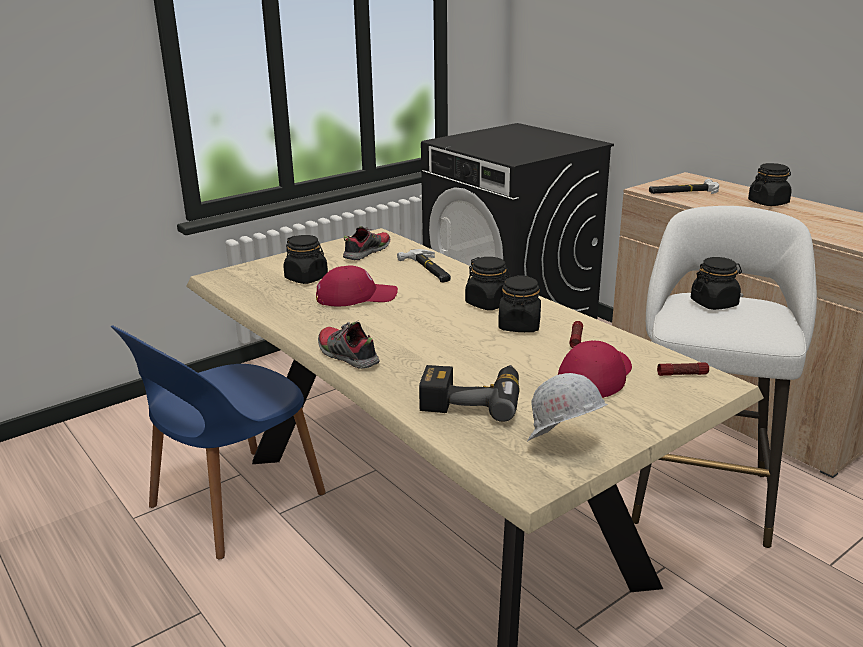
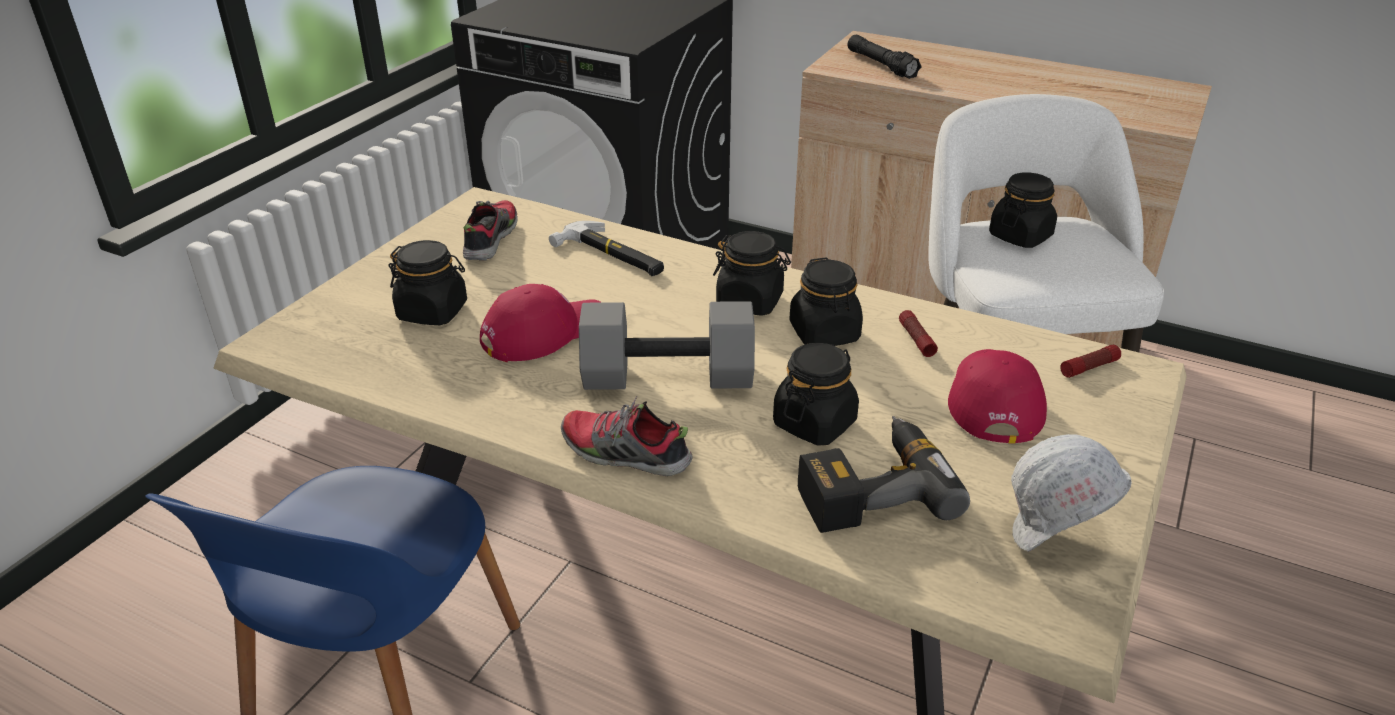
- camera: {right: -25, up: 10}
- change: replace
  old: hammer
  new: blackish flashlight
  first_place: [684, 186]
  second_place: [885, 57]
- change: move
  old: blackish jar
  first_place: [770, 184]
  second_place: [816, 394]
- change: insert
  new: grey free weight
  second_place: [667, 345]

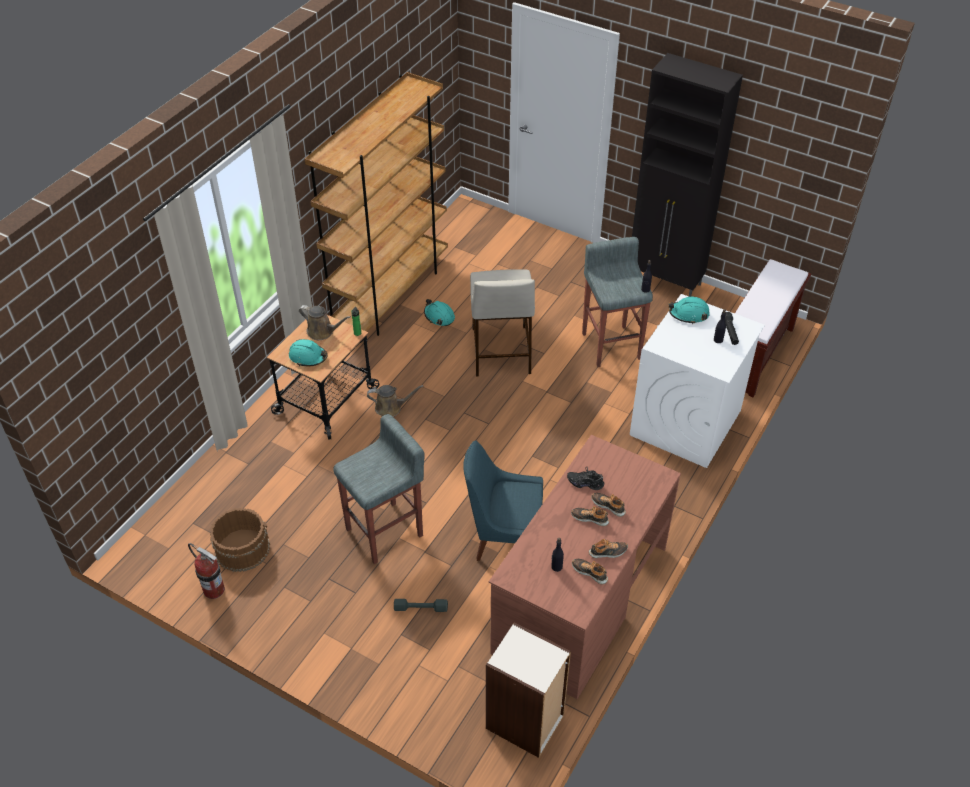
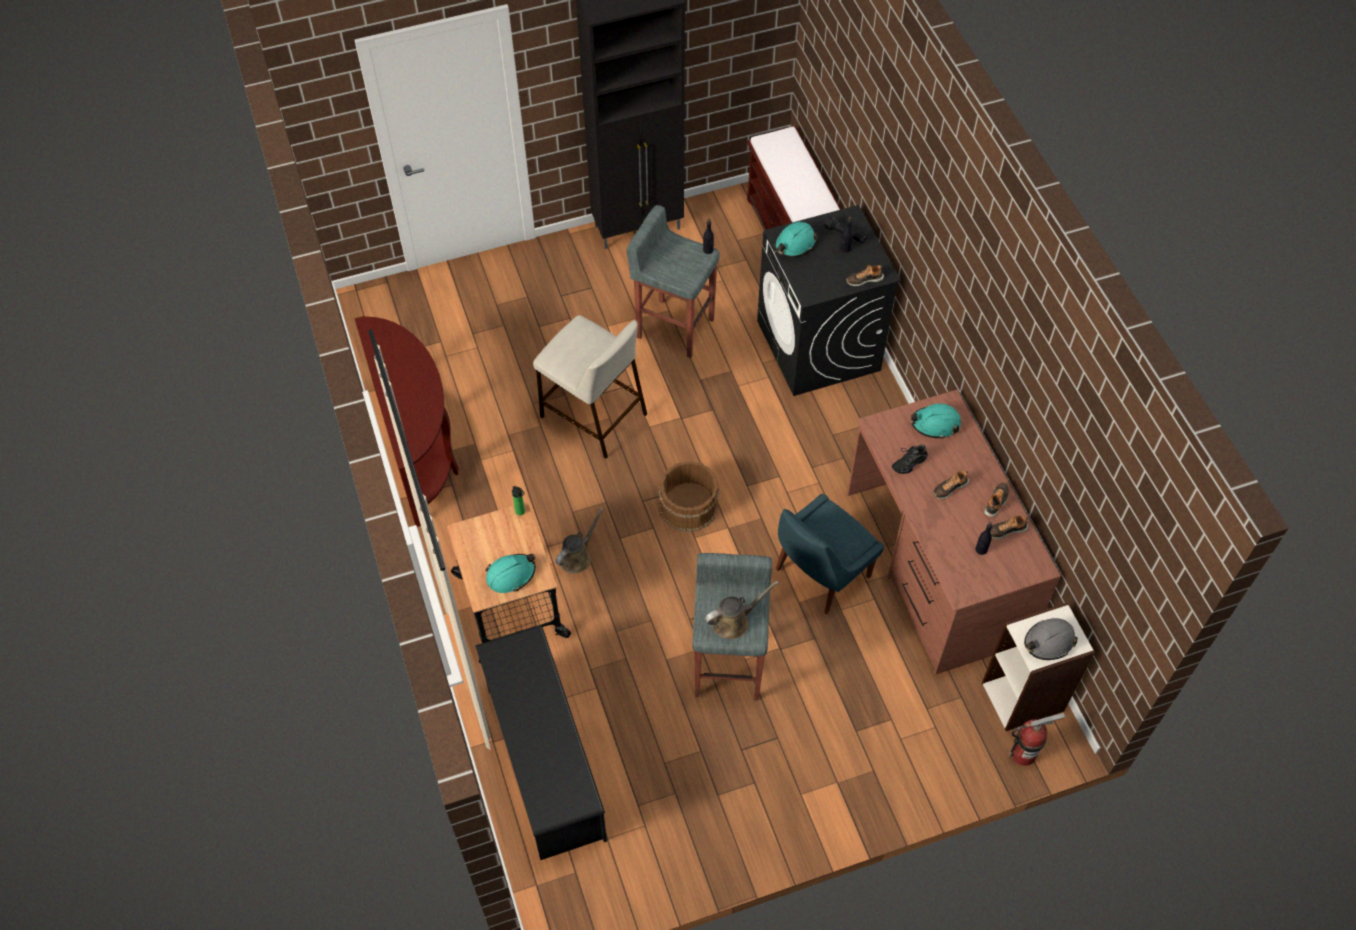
- camera: {right: -50, up: 10}
- change: move
  old: fire-fighting cylinder
  first_place: [206, 571]
  second_place: [1036, 739]
- change: move
  old: brownish pail
  first_place: [240, 540]
  second_place: [689, 496]
- change: move
  old: brownish watering pot
  first_place: [325, 322]
  second_place: [742, 610]
- change: replace
  old: brownish bookcase
  new: brownish console table
  first_place: [376, 204]
  second_place: [407, 421]
- change: delete
  old: grey free weight
  first_place: [421, 605]
- change: move
  old: turquoise-coloured hard hat
  first_place: [439, 312]
  second_place: [936, 421]
- change: move
  old: low shoe
  first_place: [608, 505]
  second_place: [865, 275]
- change: recolor
  old: white-coloured laundry machine
  new: blackish laundry machine
  first_place: [697, 381]
  second_place: [829, 300]
- change: insert
  new: blackish shoe shelf
  second_place: [541, 742]
- change: insert
  new: grey hard hat
  second_place: [1051, 639]

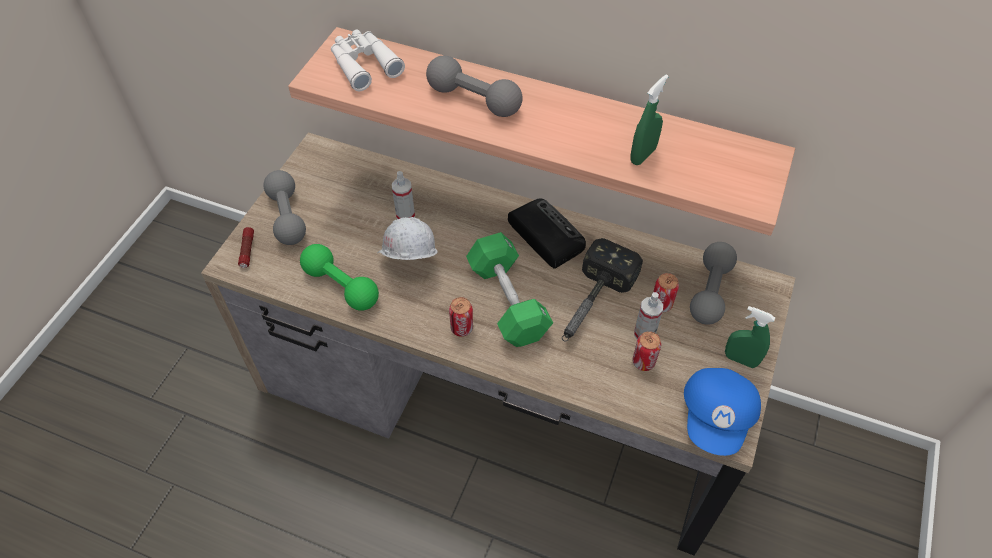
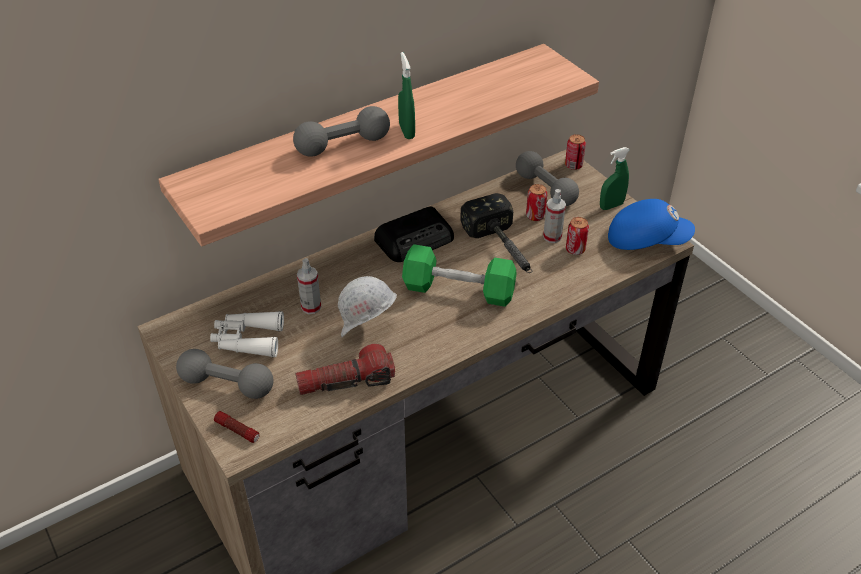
- camera: {right: -55, up: -10}
- change: replace
  old: green-coloured free weight
  new: flashlight
  first_place: [339, 277]
  second_place: [345, 369]
- change: move
  old: white-coloured pair of binoculars
  first_place: [368, 60]
  second_place: [247, 334]
- change: move
  old: can
  first_place: [461, 317]
  second_place: [575, 152]
- change: rotate
  old: radio receiver
  first_place: [547, 233]
  second_place: [414, 234]
  degrees: 150
- change: move
  old: green-coloured spray bottle
  first_place: [649, 119]
  second_place: [406, 95]
- change: rotate
  old: bluish baseball cap
  first_place: [722, 412]
  second_place: [651, 224]
  degrees: -45

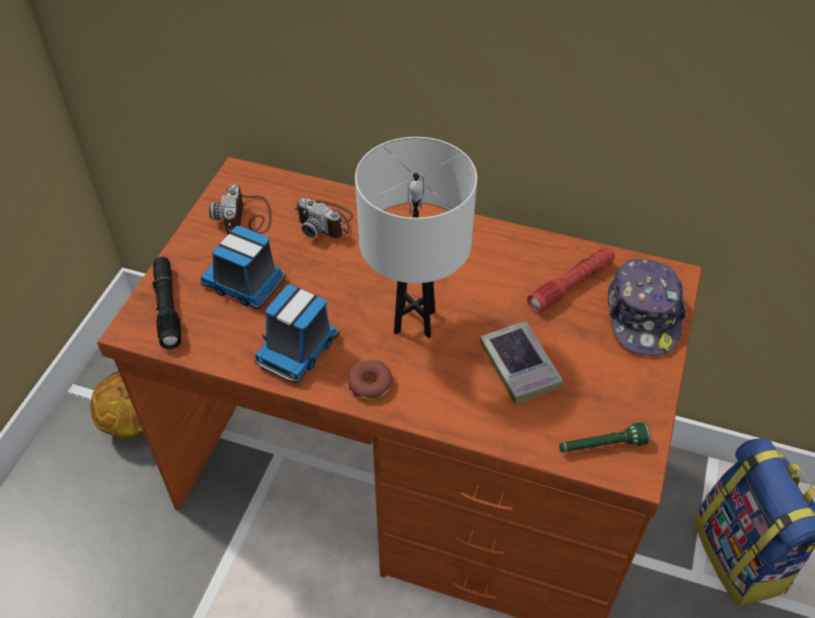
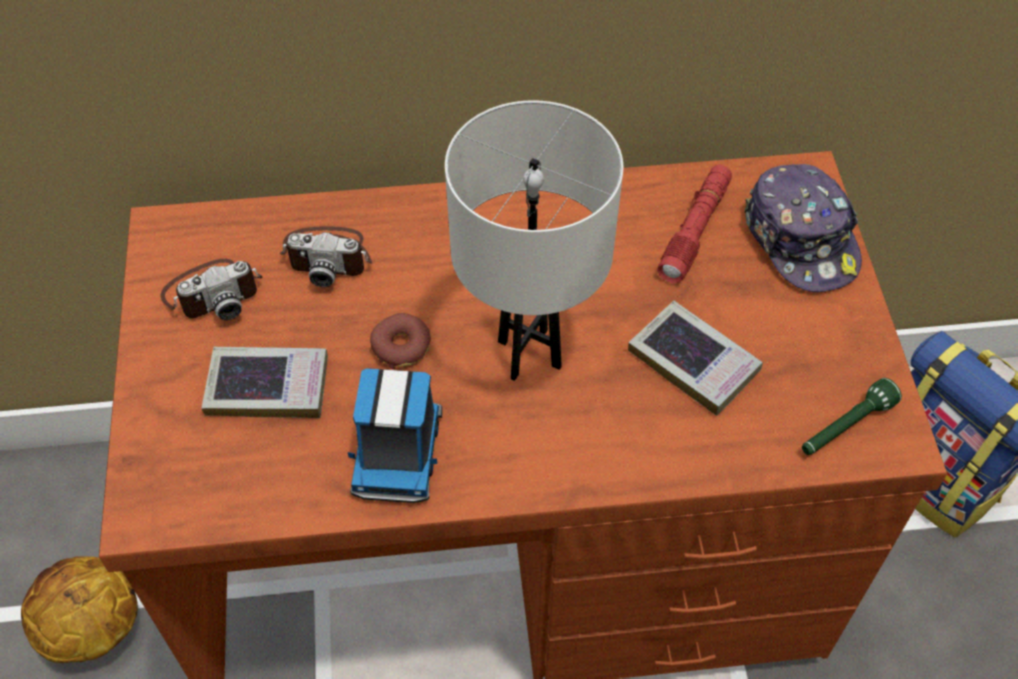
- camera: {right: -25, up: 5}
- change: delete
  old: blackish flashlight
  first_place: [166, 303]
- change: replace
  old: toy lorry
  new: bound book
  first_place: [243, 267]
  second_place: [264, 382]
- change: rotate
  old: still camera
  first_place: [240, 209]
  second_place: [211, 289]
  degrees: -90
- change: move
  old: doughnut
  first_place: [370, 380]
  second_place: [400, 341]

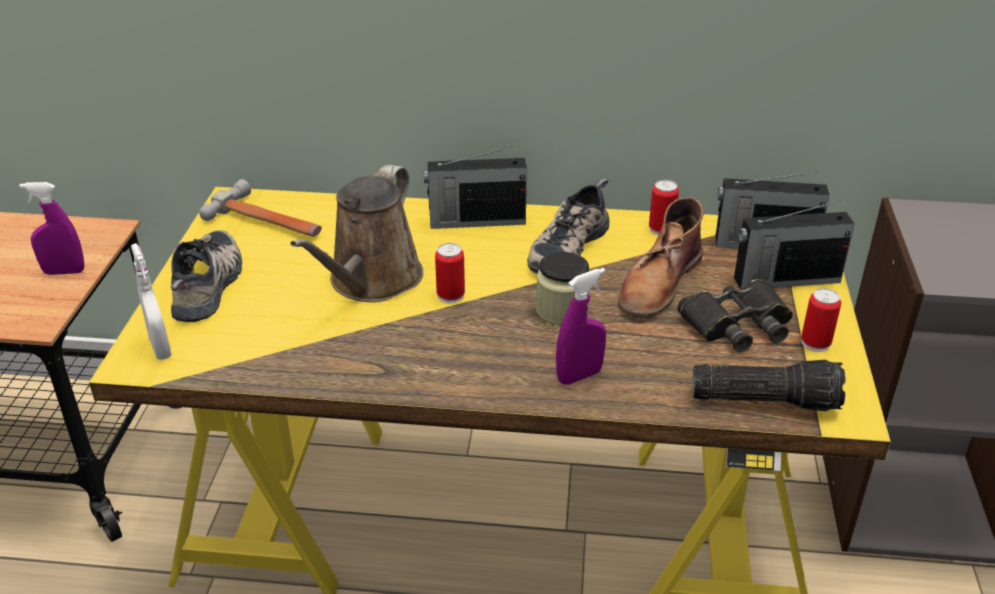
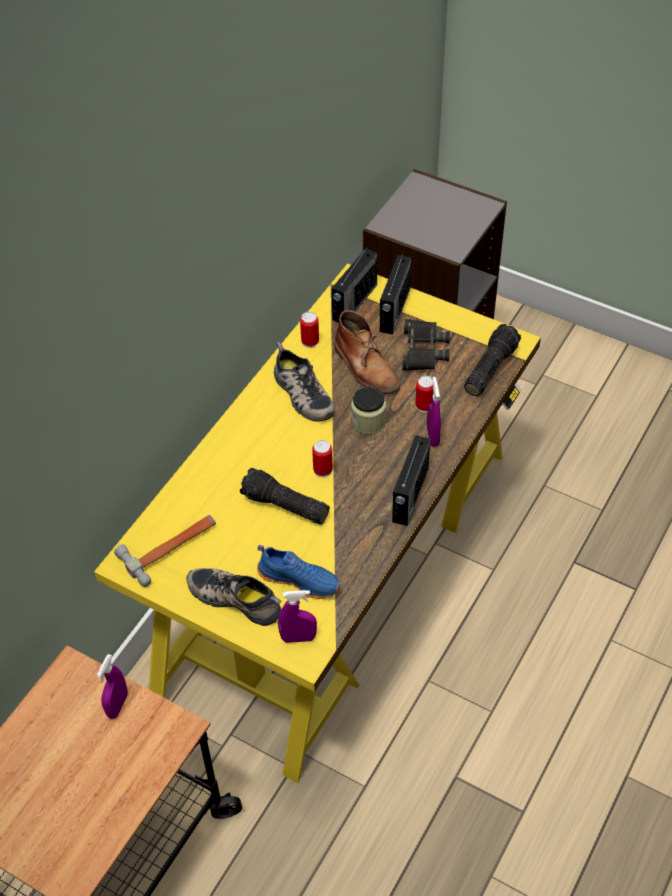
- camera: {right: -65, up: 15}
- change: recolor
  old: white-coloured spray bottle
  new: purple-coloured spray bottle
  first_place: [151, 301]
  second_place: [297, 616]
- change: replace
  old: brownish watering pot
  new: flashlight
  first_place: [356, 233]
  second_place: [285, 496]
- change: move
  old: radio receiver
  first_place: [475, 187]
  second_place: [411, 480]
- change: move
  old: can
  first_place: [821, 320]
  second_place: [424, 394]
- change: insert
  new: bluish low shoe
  second_place: [298, 572]

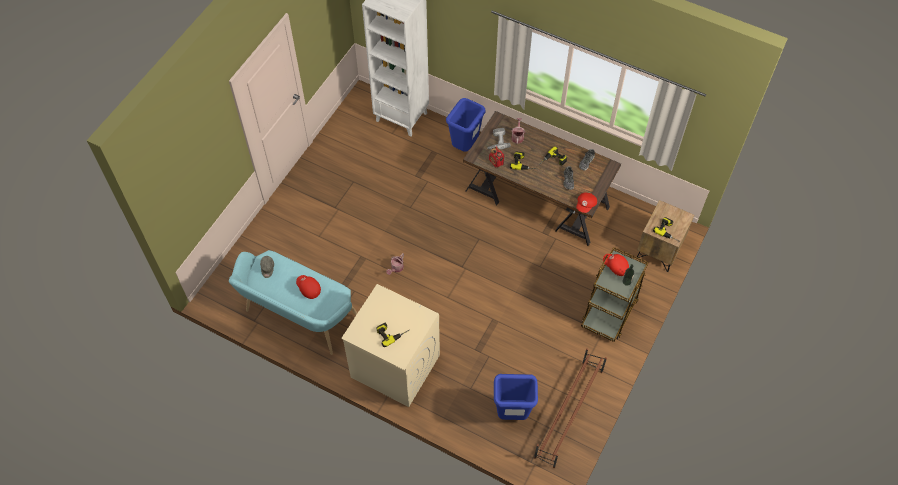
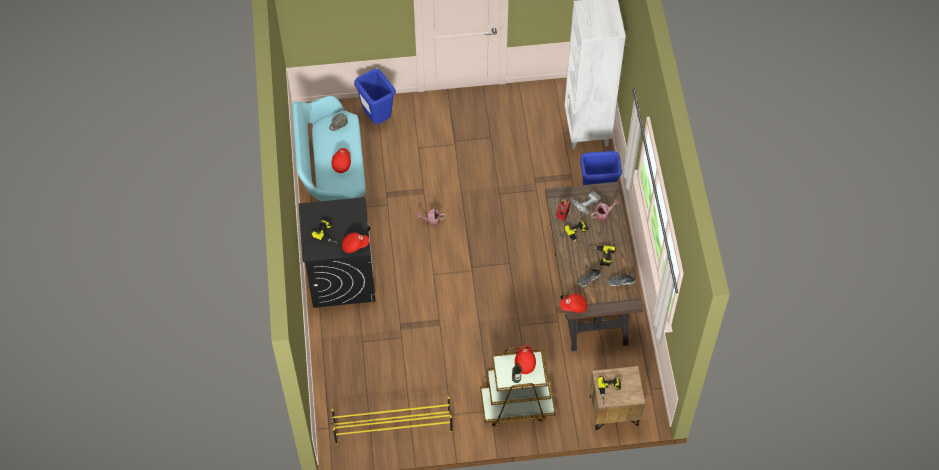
- camera: {right: 55, up: 0}
- change: recolor
  old: sand-coloured laundry machine
  new: blackish laundry machine
  first_place: [390, 345]
  second_place: [337, 252]
- change: move
  old: bluish waste bin
  first_place: [516, 397]
  second_place: [375, 96]
- change: recolor
  old: brownish shoe shelf
  new: yellowish shoe shelf
  first_place: [570, 408]
  second_place: [391, 421]
- change: insert
  new: red baseball cap
  second_place: [355, 243]

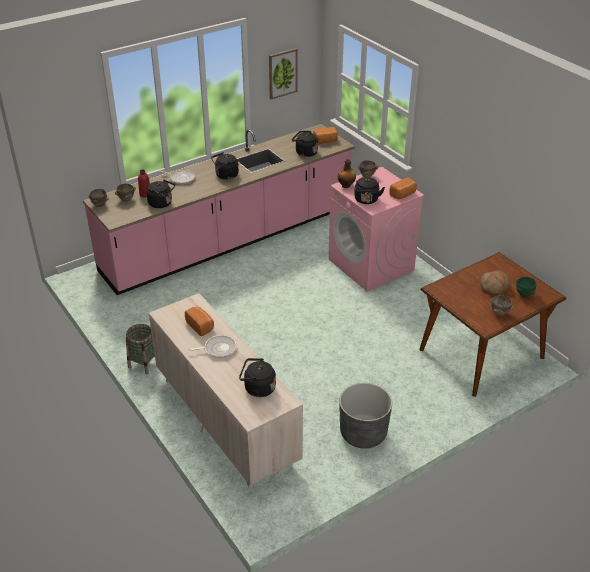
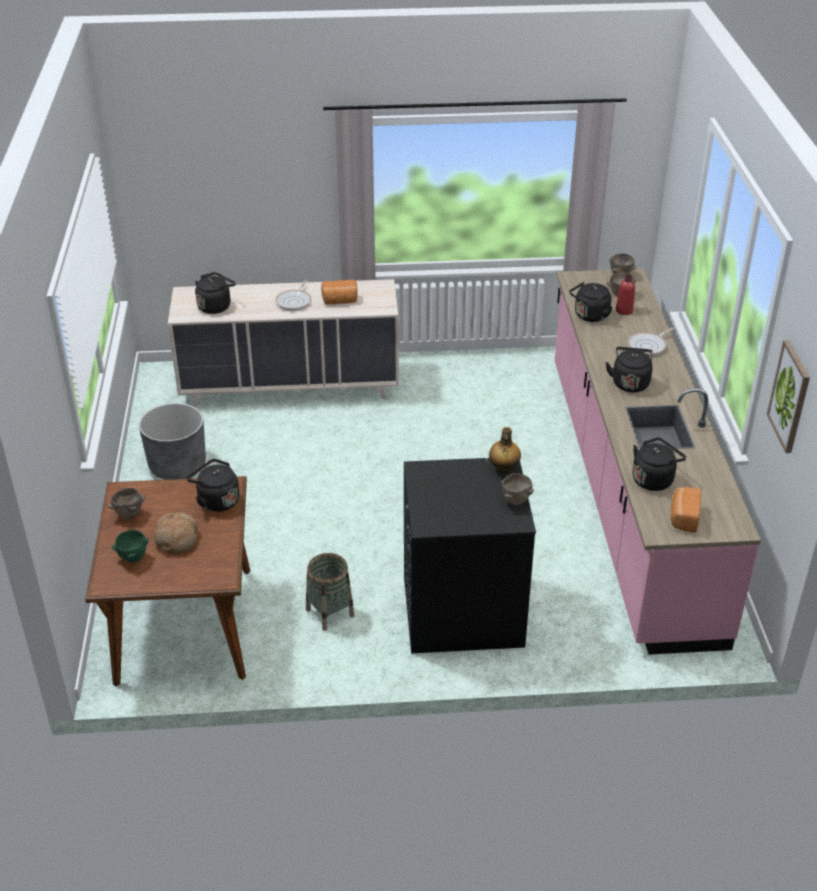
- camera: {right: 120, up: 0}
- change: move
  old: basket
  first_place: [140, 349]
  second_place: [330, 592]
- change: recolor
  old: pinkish laundry machine
  new: blackish laundry machine
  first_place: [376, 229]
  second_place: [470, 555]
- change: move
  old: blackish tea kettle
  first_place: [369, 190]
  second_place: [213, 485]
- change: delete
  old: bakery bread
  first_place: [403, 188]

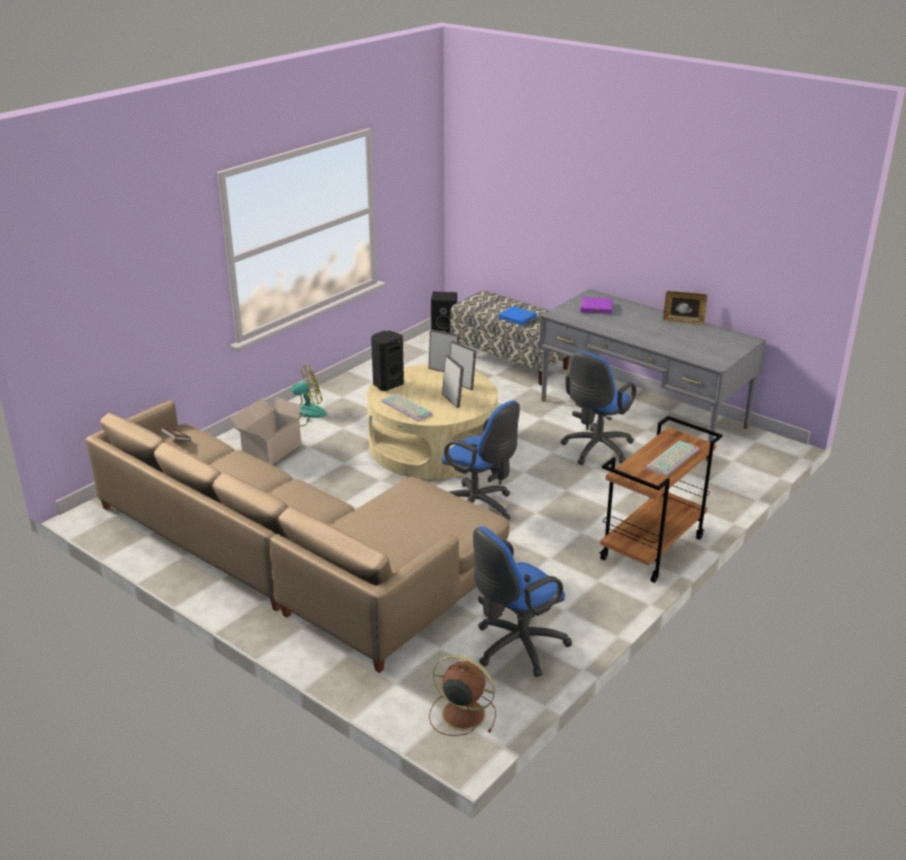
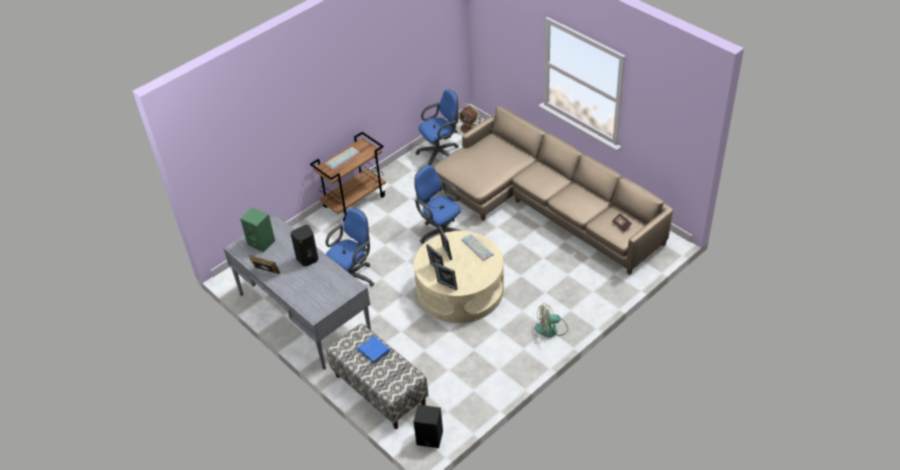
- camera: {right: -170, up: 15}
- change: delete
  old: carton
  first_place: [269, 431]
- change: move
  old: blackish audio speaker
  first_place: [387, 361]
  second_place: [305, 245]
- change: delete
  old: purple-coloured bound book
  first_place: [597, 305]
- change: insert
  new: green-coloured audio speaker
  second_place: [257, 229]

